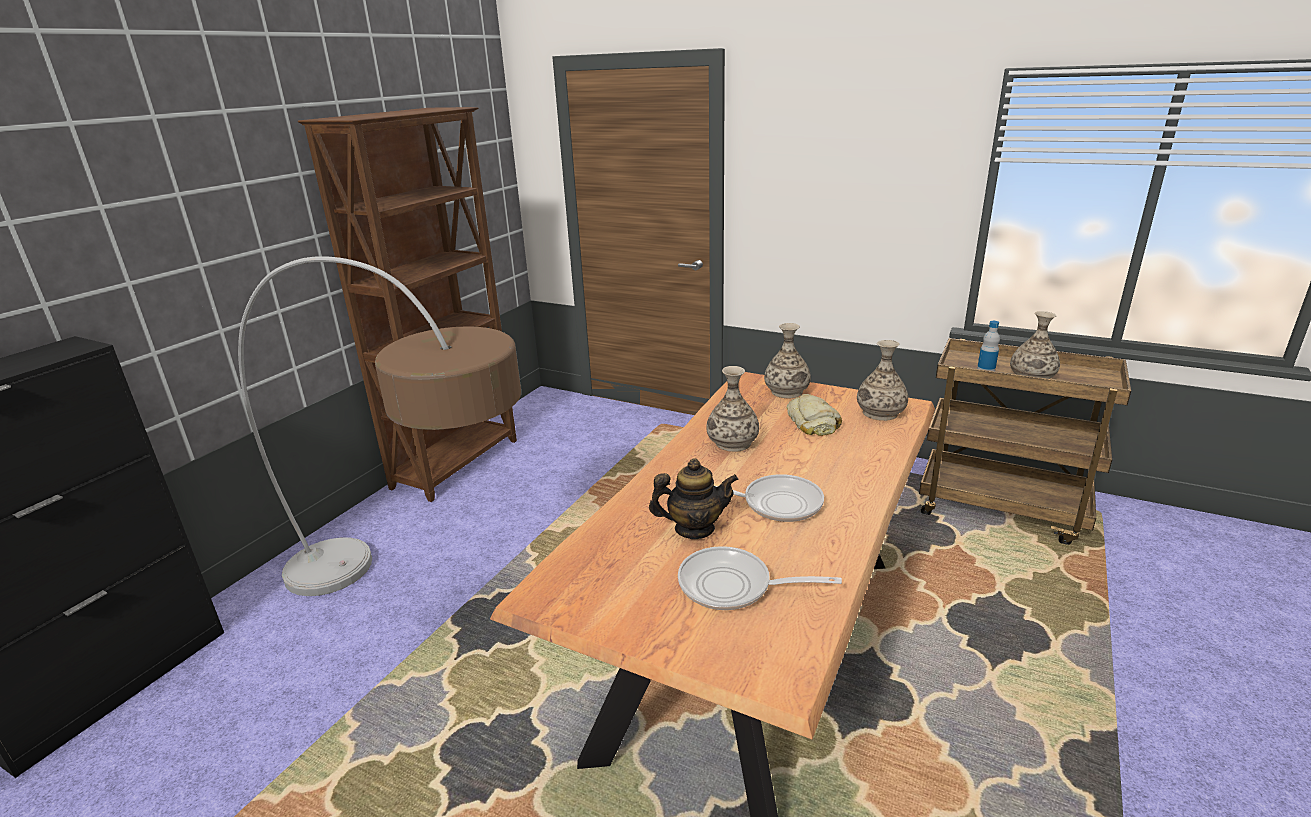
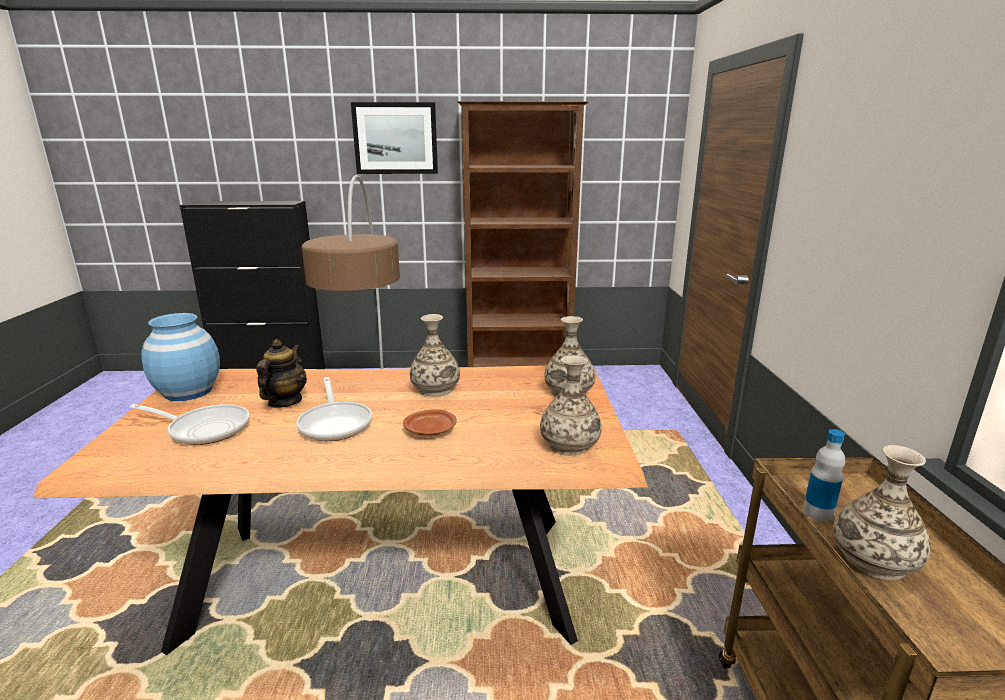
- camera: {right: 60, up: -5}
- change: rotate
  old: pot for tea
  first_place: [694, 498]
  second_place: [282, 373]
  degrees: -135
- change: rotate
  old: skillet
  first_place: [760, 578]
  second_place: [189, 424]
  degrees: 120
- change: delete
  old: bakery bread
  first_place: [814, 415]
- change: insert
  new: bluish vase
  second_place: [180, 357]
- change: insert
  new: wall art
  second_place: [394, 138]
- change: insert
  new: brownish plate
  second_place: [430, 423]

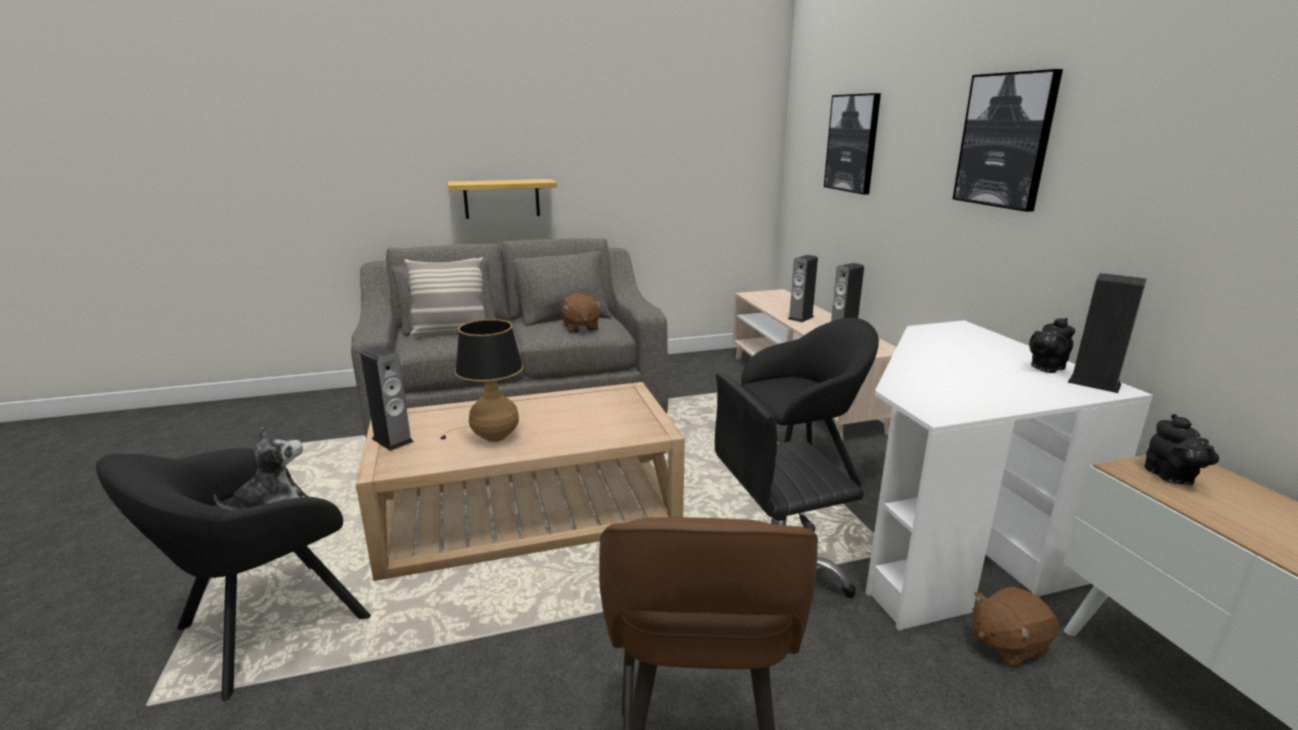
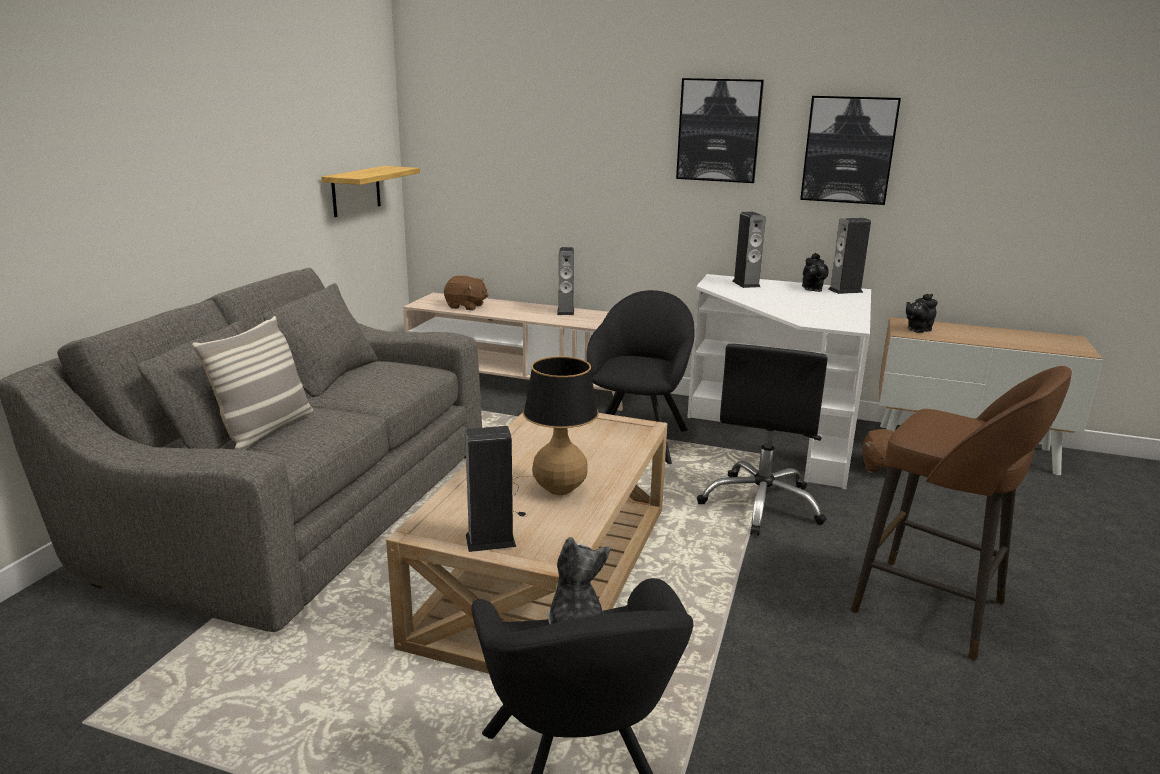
- camera: {right: -55, up: 0}
- change: move
  old: wall shelf
  first_place: [502, 199]
  second_place: [370, 191]
- change: move
  old: brownish plush toy
  first_place: [581, 313]
  second_place: [466, 293]
- change: move
  old: audio speaker
  first_place: [803, 288]
  second_place: [749, 250]
- change: move
  old: wall art
  first_place: [852, 144]
  second_place: [850, 150]
- change: rotate
  old: blackish pot for tea
  first_place: [1182, 449]
  second_place: [922, 313]
  degrees: 120

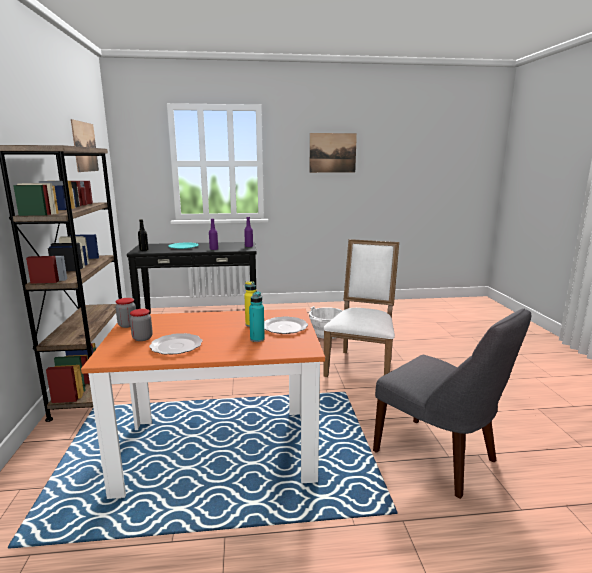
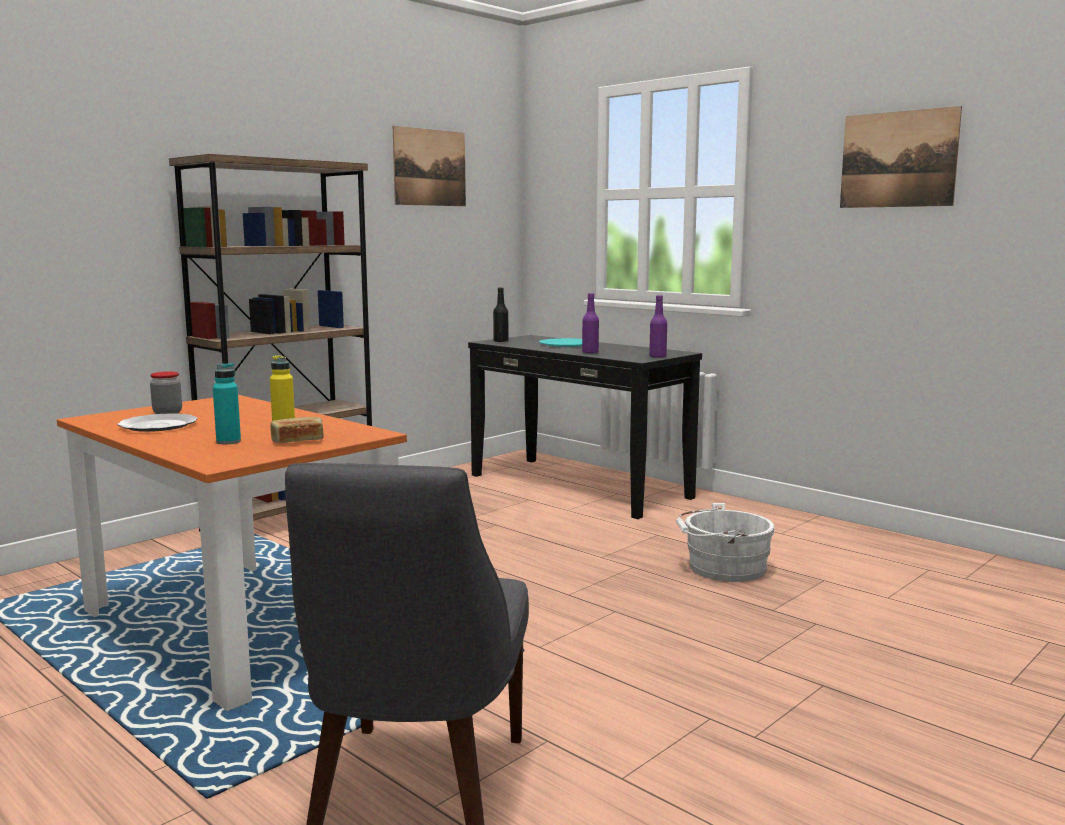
- camera: {right: 50, up: -5}
- change: delete
  old: jar
  first_place: [126, 313]
- change: replace
  old: plate
  new: bakery bread
  first_place: [286, 325]
  second_place: [297, 430]
- change: delete
  old: white-coloured chair
  first_place: [361, 308]

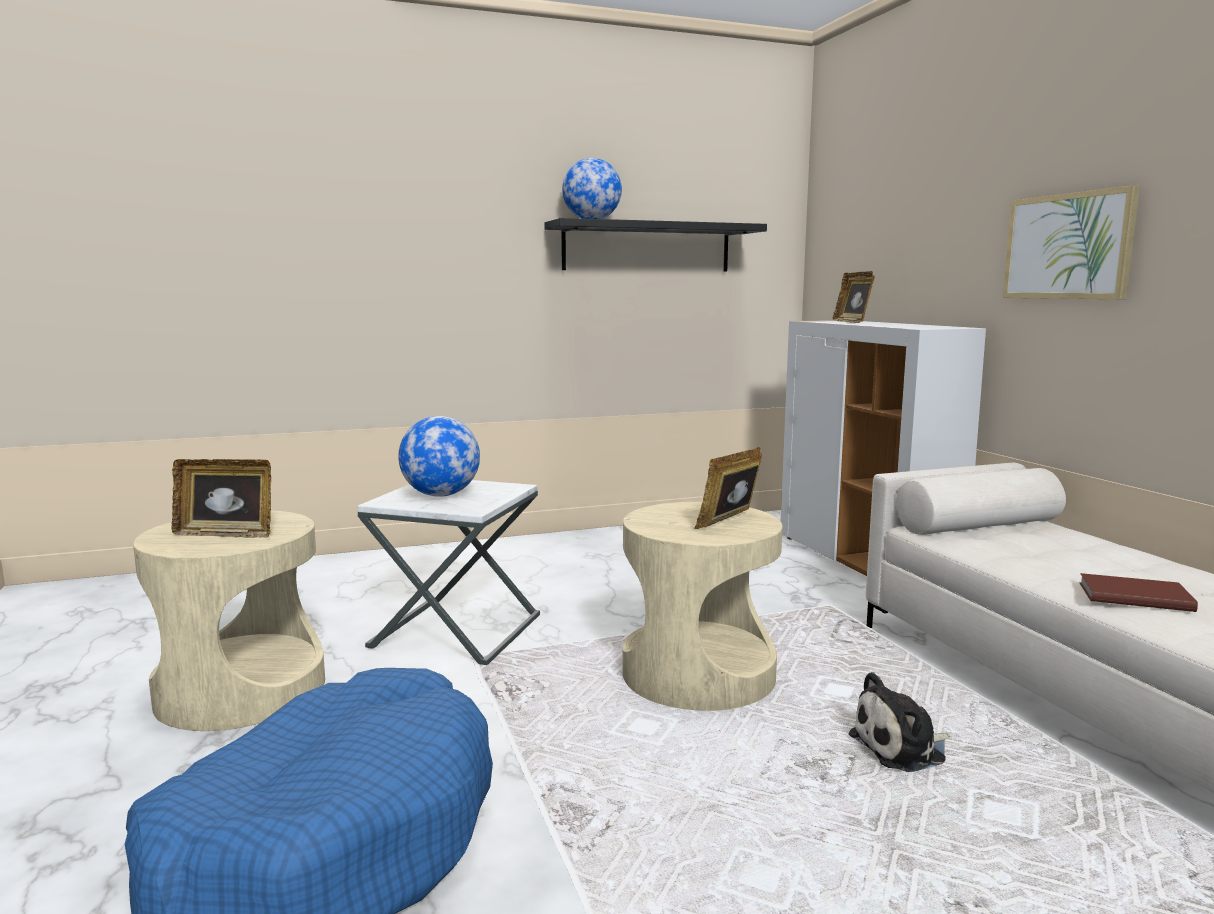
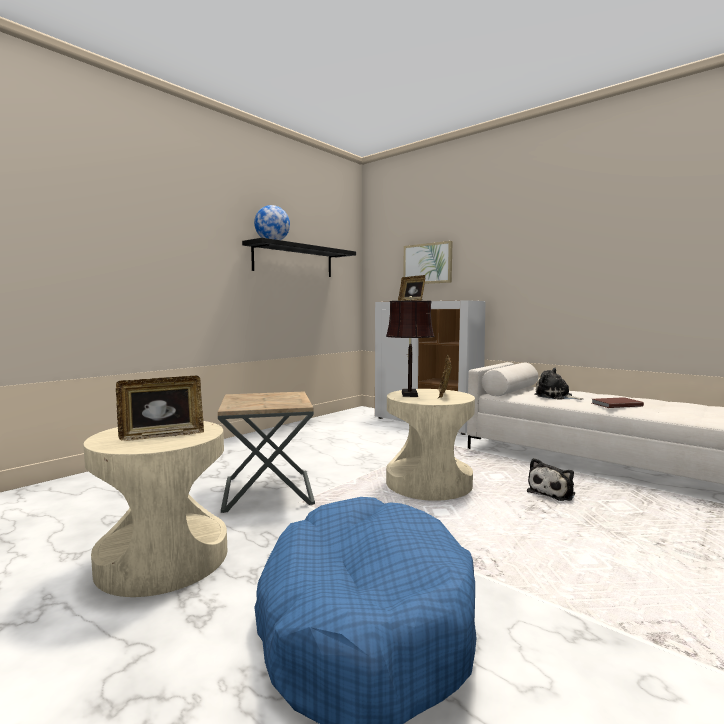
- camera: {right: -30, up: -5}
- change: recolor
  old: white-coloured side table
  new: brownish side table
  first_place: [448, 572]
  second_place: [266, 452]
- change: delete
  old: world globe
  first_place: [439, 456]
- change: move
  old: wall art
  first_place: [1071, 242]
  second_place: [427, 262]
- change: insert
  new: brownish table lamp
  second_place: [410, 346]
- change: insert
  new: plush toy
  second_place: [558, 384]

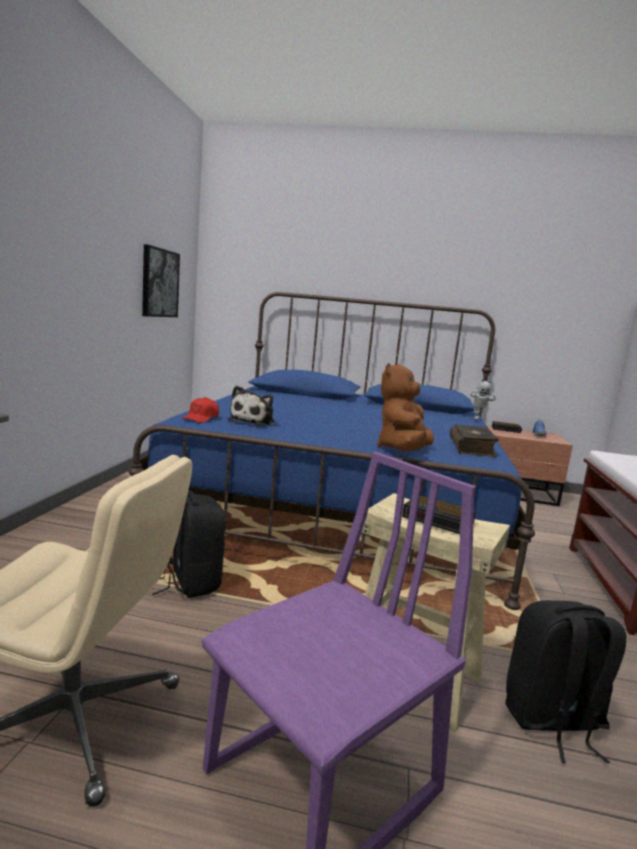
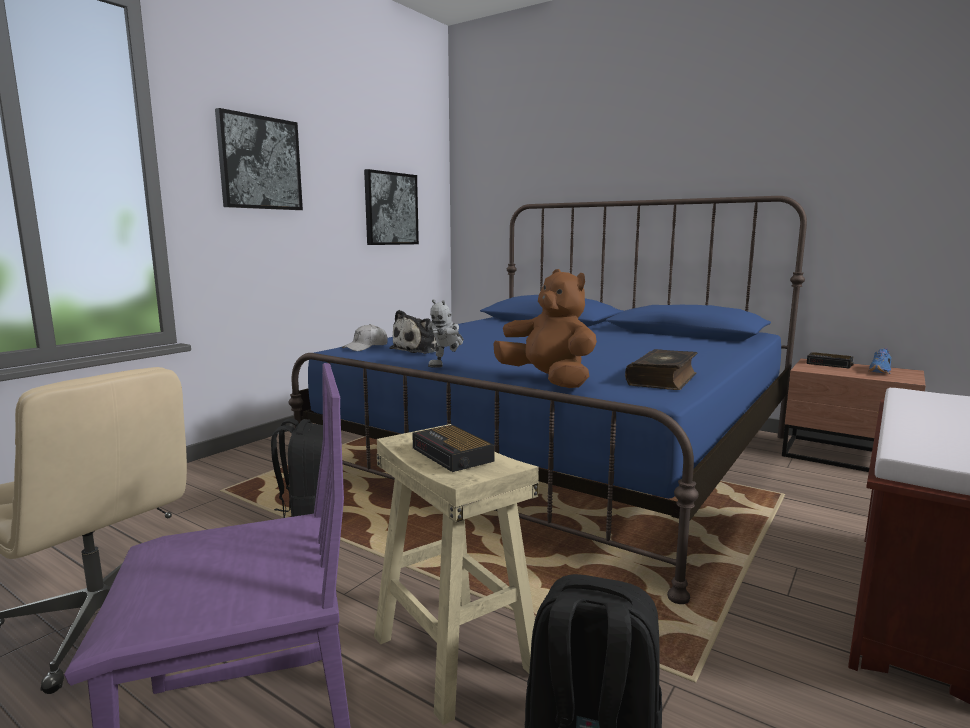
- camera: {right: 25, up: 0}
- change: recolor
  old: red baseball cap
  new: white-coloured baseball cap
  first_place: [200, 410]
  second_place: [365, 337]
- change: rotate
  old: brownish plush toy
  first_place: [405, 407]
  second_place: [545, 328]
  degrees: 90
- change: move
  old: model robot
  first_place: [483, 400]
  second_place: [446, 333]
- change: insert
  new: wall art
  second_place: [259, 159]

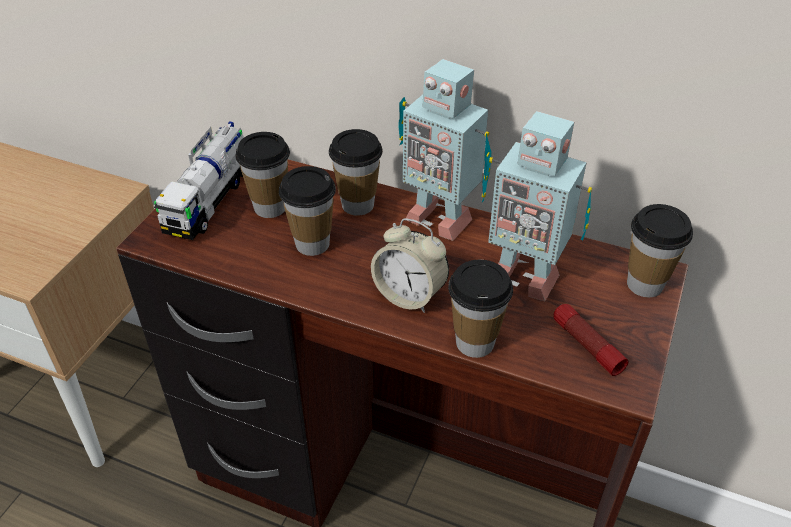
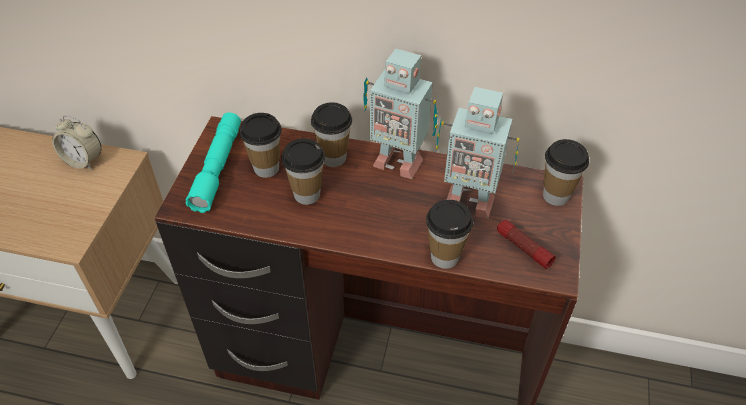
- camera: {right: -10, up: 5}
- change: replace
  old: toy lorry
  new: turquoise-coloured flashlight
  first_place: [199, 180]
  second_place: [213, 162]
- change: move
  old: table clock
  first_place: [410, 265]
  second_place: [77, 142]

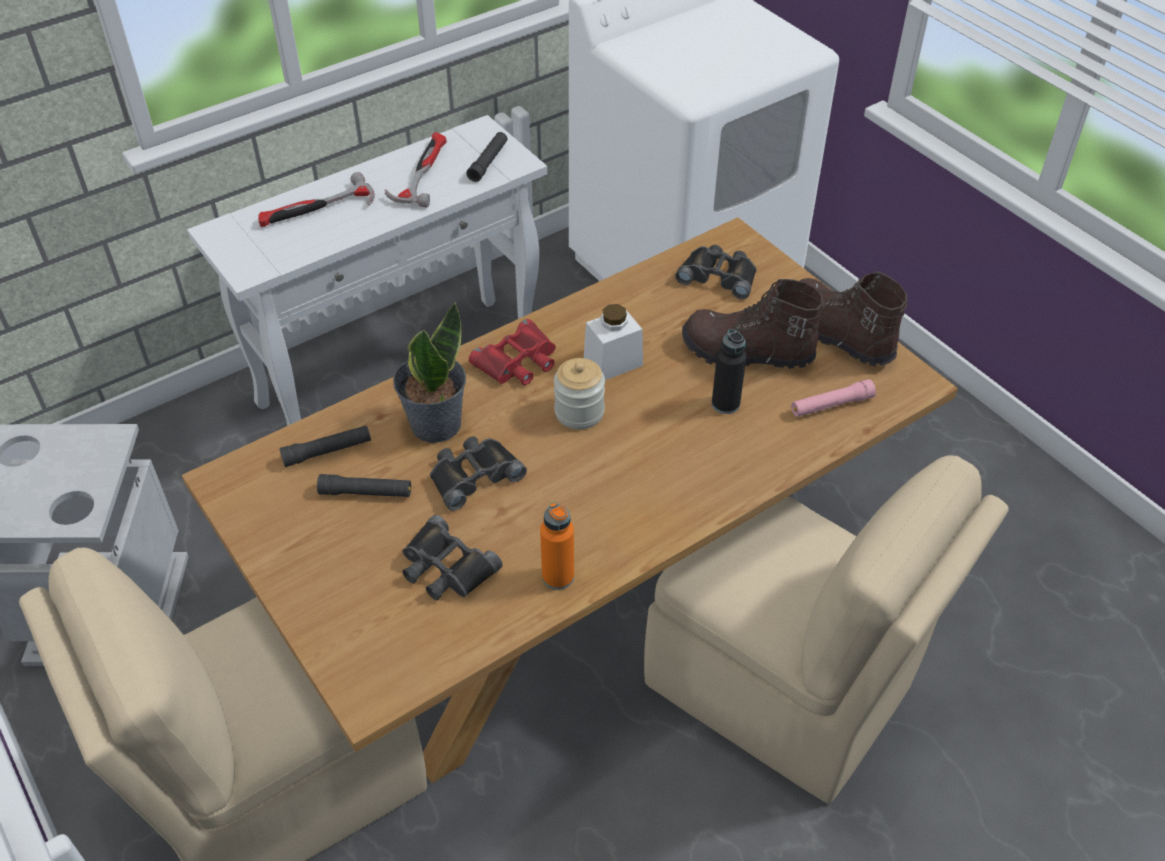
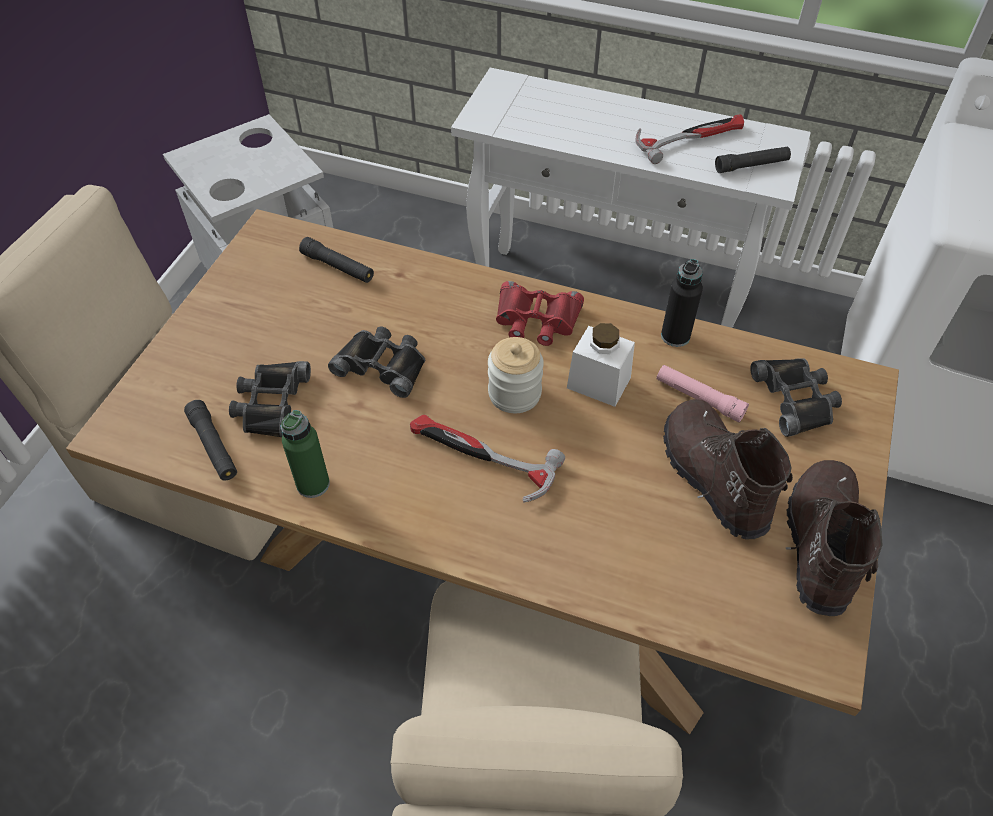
- camera: {right: 55, up: 5}
- change: move
  old: hammer
  first_place: [316, 199]
  second_place: [487, 458]
- change: move
  old: blackish flashlight
  first_place: [364, 485]
  second_place: [210, 440]
- change: delete
  old: potted plant
  first_place: [429, 372]
- change: recolor
  old: orangey beverage bottle
  new: green-coloured beverage bottle
  first_place: [557, 546]
  second_place: [305, 454]
- change: move
  old: blackish beverage bottle
  first_place: [729, 371]
  second_place: [682, 303]
- change: move
  old: pinkish flashlight
  first_place: [833, 398]
  second_place: [703, 393]

